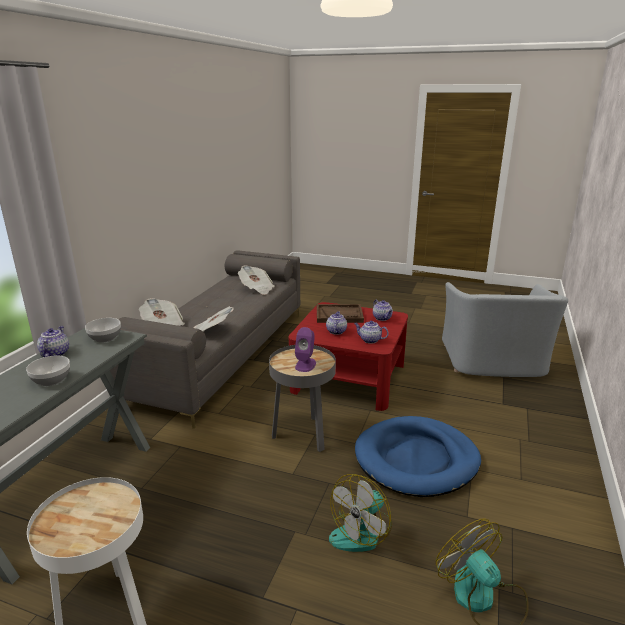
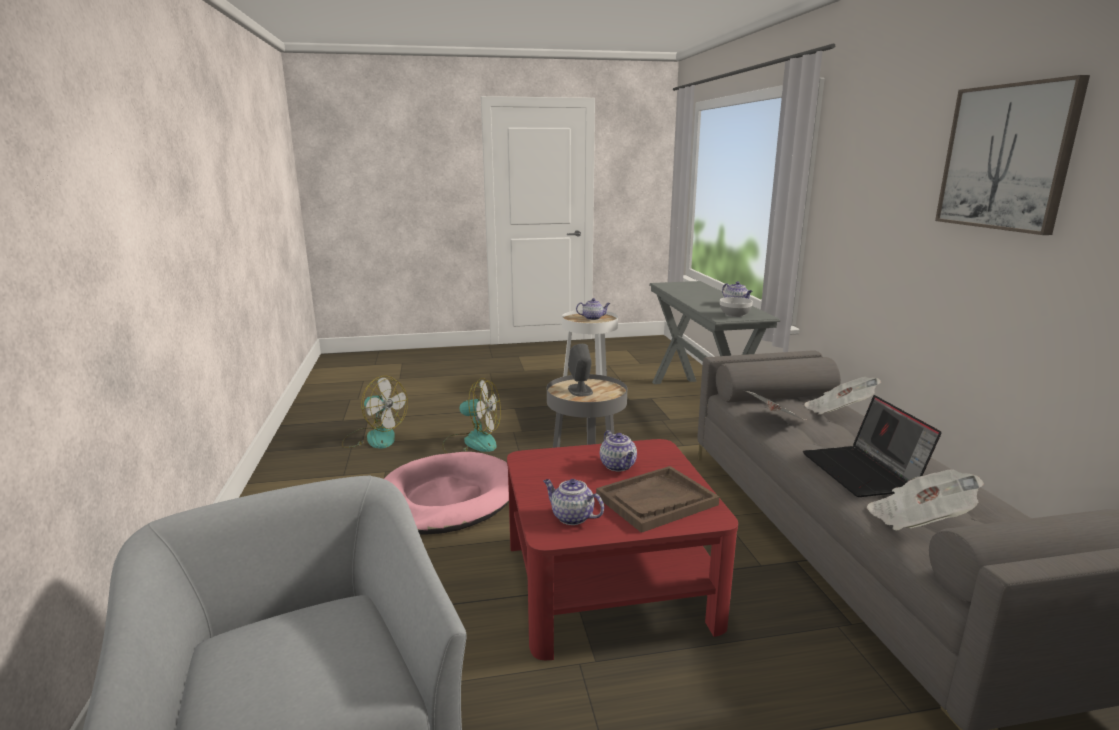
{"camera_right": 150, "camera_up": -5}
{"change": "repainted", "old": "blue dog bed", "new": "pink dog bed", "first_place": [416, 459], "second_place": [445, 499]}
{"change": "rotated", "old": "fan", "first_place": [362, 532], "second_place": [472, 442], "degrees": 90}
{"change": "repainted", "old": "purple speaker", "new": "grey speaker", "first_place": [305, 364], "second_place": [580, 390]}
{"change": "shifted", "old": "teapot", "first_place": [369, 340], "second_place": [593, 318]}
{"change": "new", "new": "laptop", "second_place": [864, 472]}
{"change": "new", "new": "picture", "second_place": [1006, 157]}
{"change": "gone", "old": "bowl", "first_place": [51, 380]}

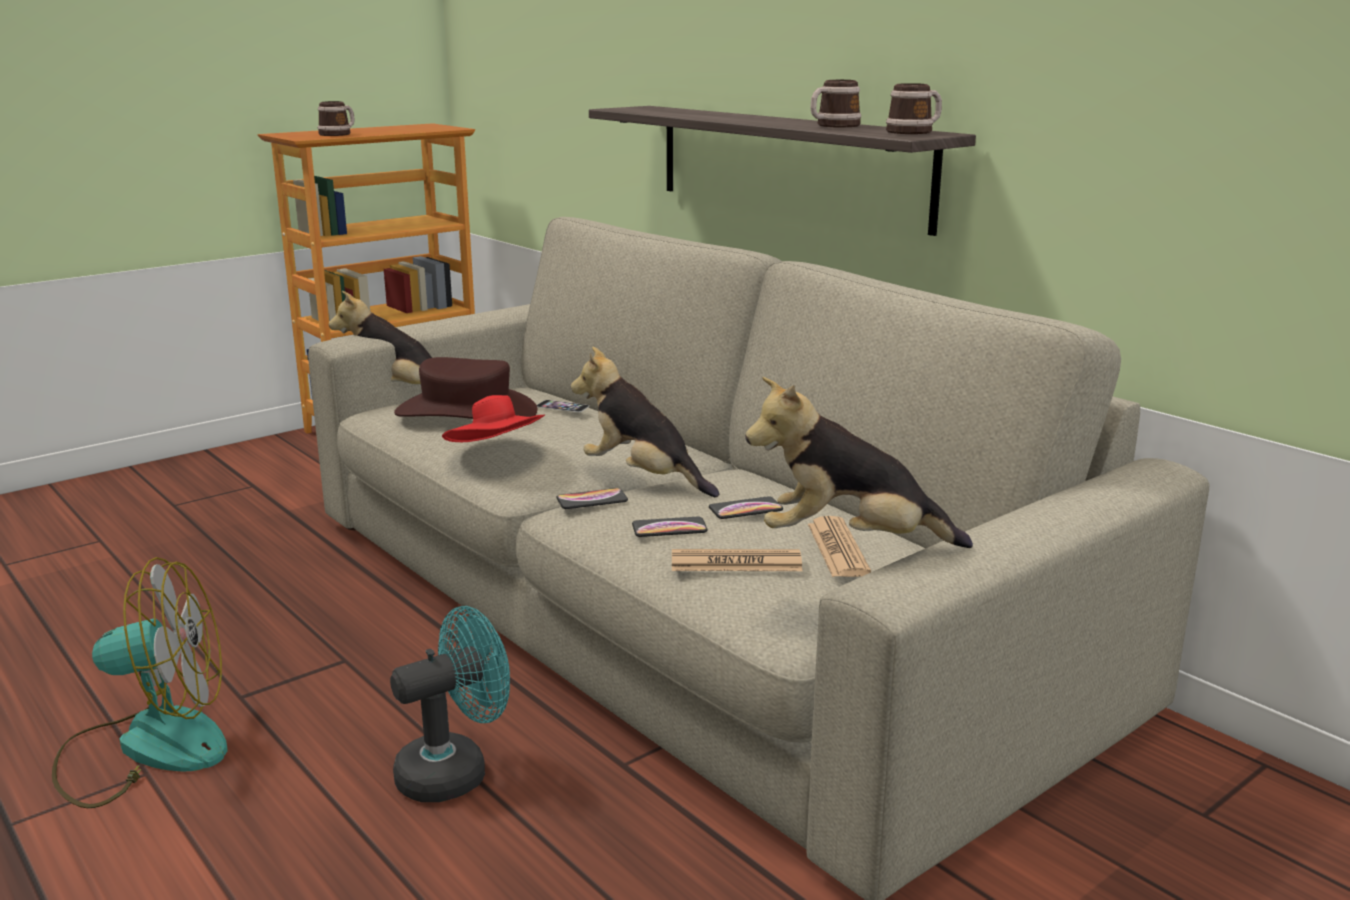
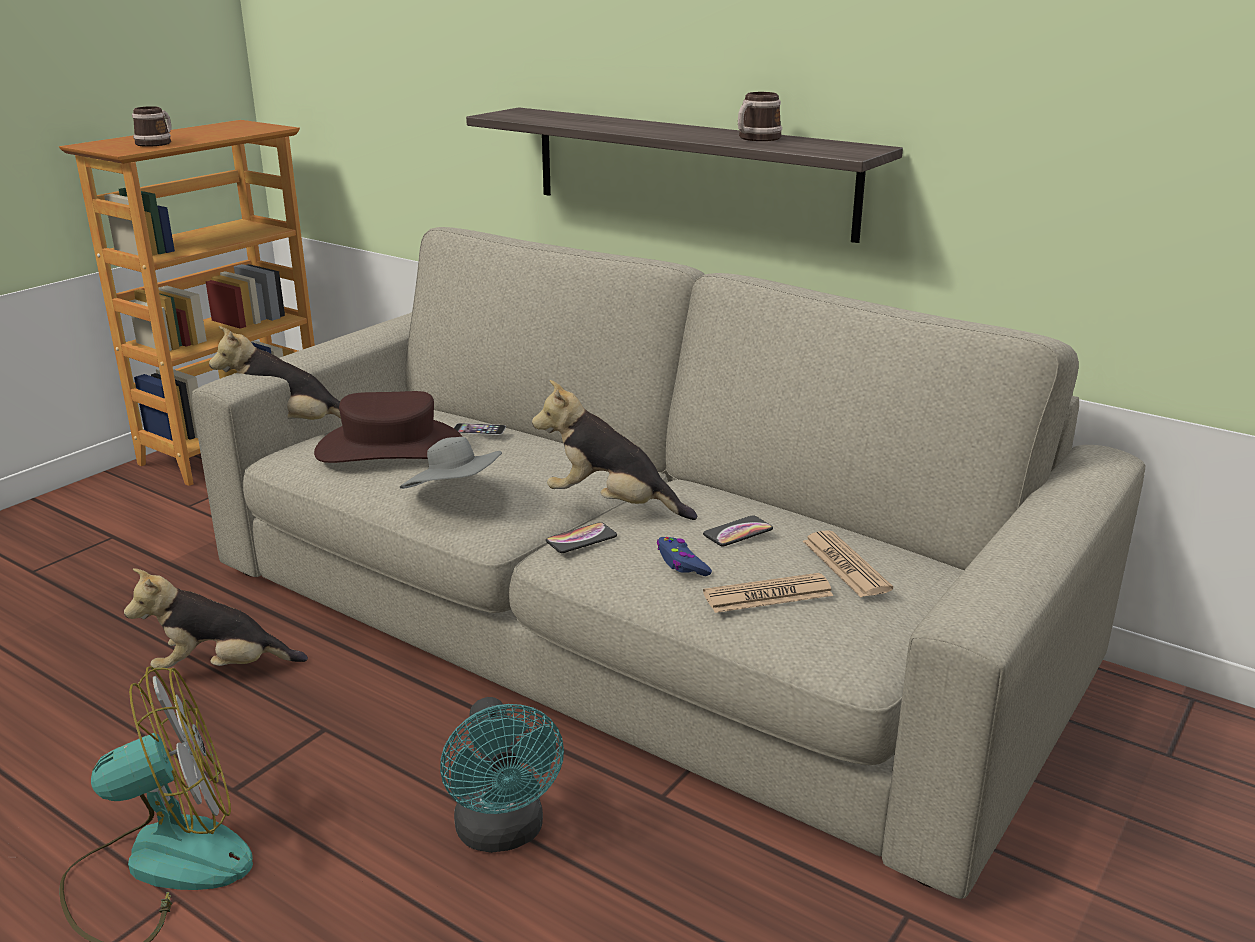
{"camera_right": -15, "camera_up": 5}
{"change": "shifted", "old": "plush toy", "first_place": [850, 543], "second_place": [220, 668]}
{"change": "repainted", "old": "red hat", "new": "grey hat", "first_place": [497, 453], "second_place": [455, 496]}
{"change": "rotated", "old": "turquoise fan", "first_place": [455, 771], "second_place": [503, 833], "degrees": 120}
{"change": "swapped", "old": "phone", "new": "blue game controller", "first_place": [669, 528], "second_place": [681, 564]}
{"change": "gone", "old": "mug", "first_place": [914, 132]}

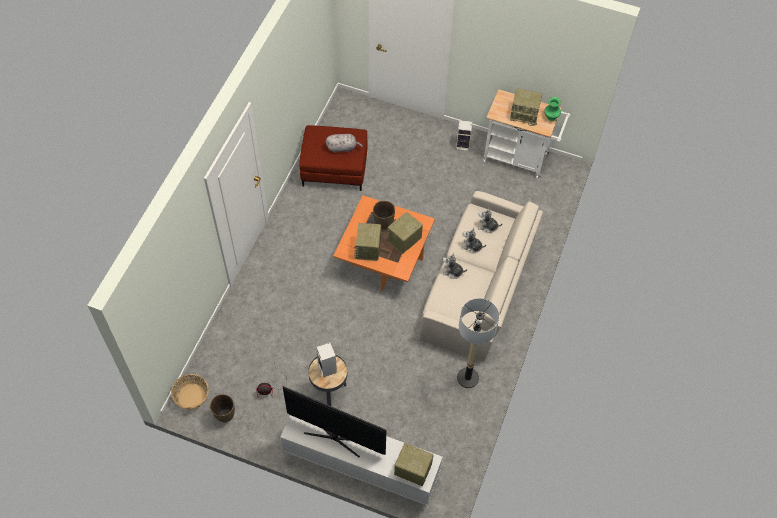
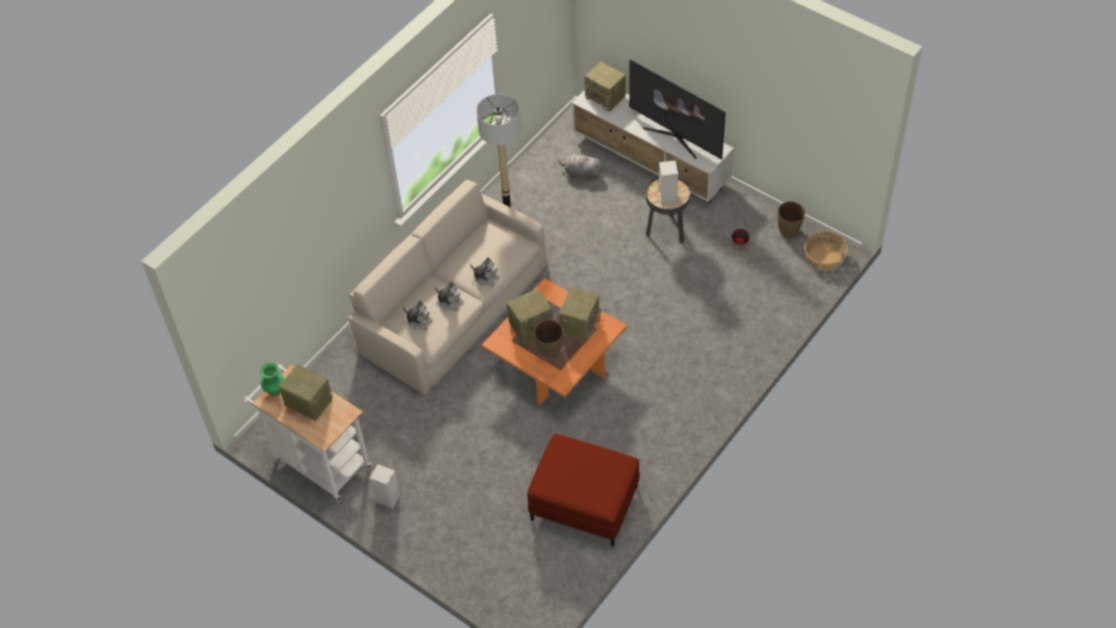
{"camera_right": -160, "camera_up": -5}
{"change": "shifted", "old": "grey plush toy", "first_place": [343, 147], "second_place": [581, 174]}

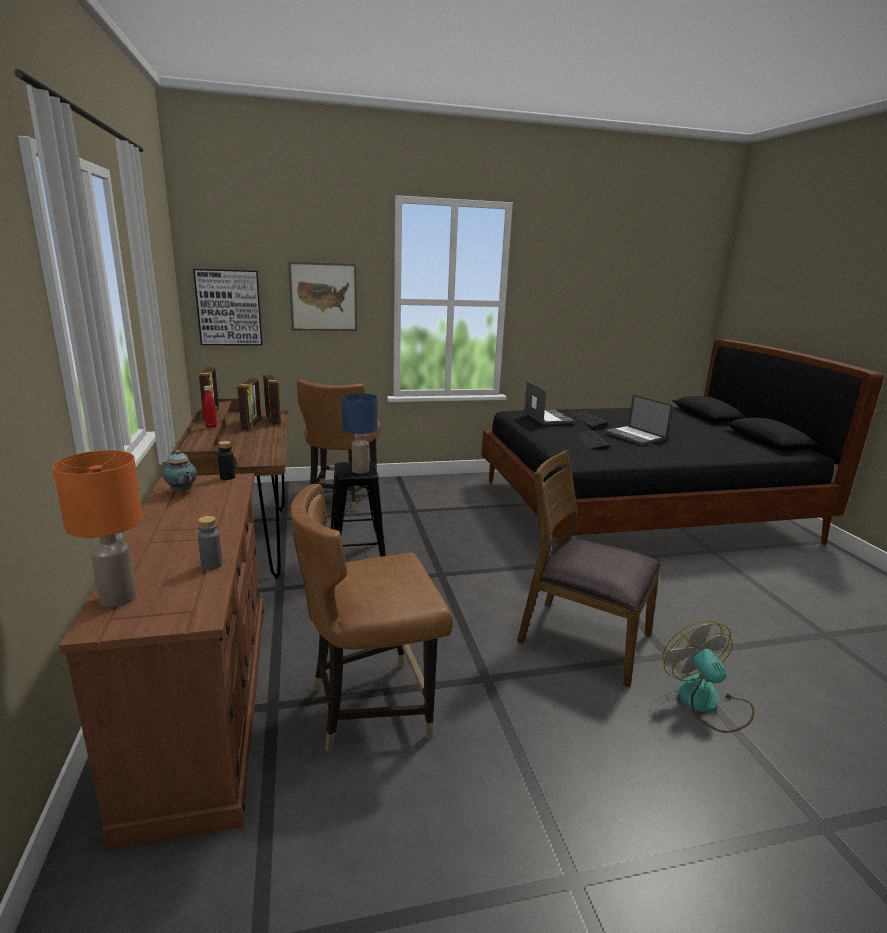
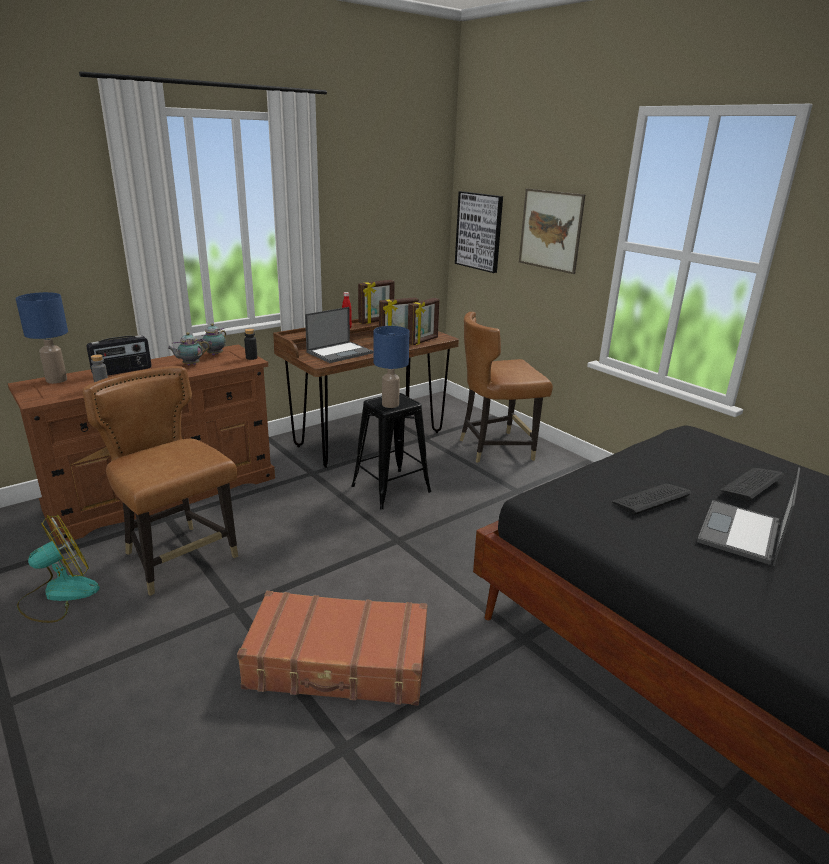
{"camera_right": 65, "camera_up": 5}
{"change": "repainted", "old": "orange table lamp", "new": "blue table lamp", "first_place": [119, 598], "second_place": [57, 380]}
{"change": "shifted", "old": "fan", "first_place": [706, 703], "second_place": [59, 595]}
{"change": "new", "new": "radio", "second_place": [122, 371]}
{"change": "new", "new": "teapot", "second_place": [190, 365]}
{"change": "swapped", "old": "brown chair", "new": "brown suitcase", "first_place": [583, 638], "second_place": [338, 663]}
{"change": "shifted", "old": "laptop", "first_place": [548, 417], "second_place": [340, 352]}

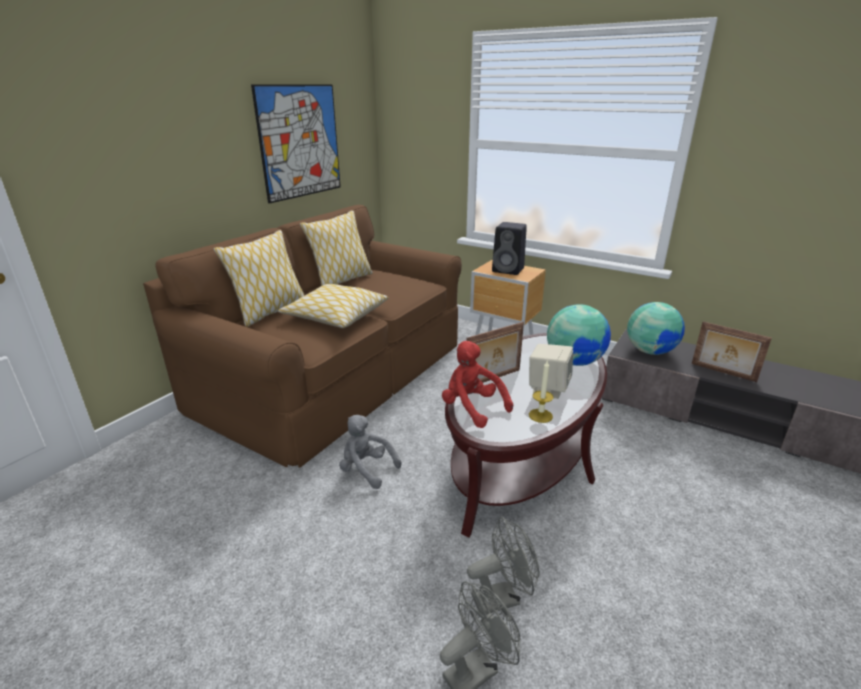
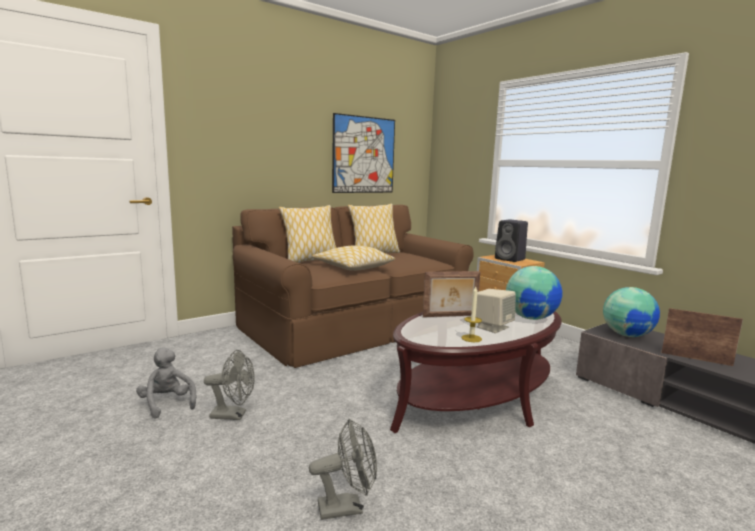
{"camera_right": 20, "camera_up": -15}
{"change": "shifted", "old": "grey plush toy", "first_place": [366, 469], "second_place": [167, 404]}
{"change": "shifted", "old": "grey fan", "first_place": [502, 597], "second_place": [234, 415]}
{"change": "rotated", "old": "picture frame", "first_place": [722, 372], "second_place": [696, 358], "degrees": 150}
{"change": "gone", "old": "red plush toy", "first_place": [472, 408]}

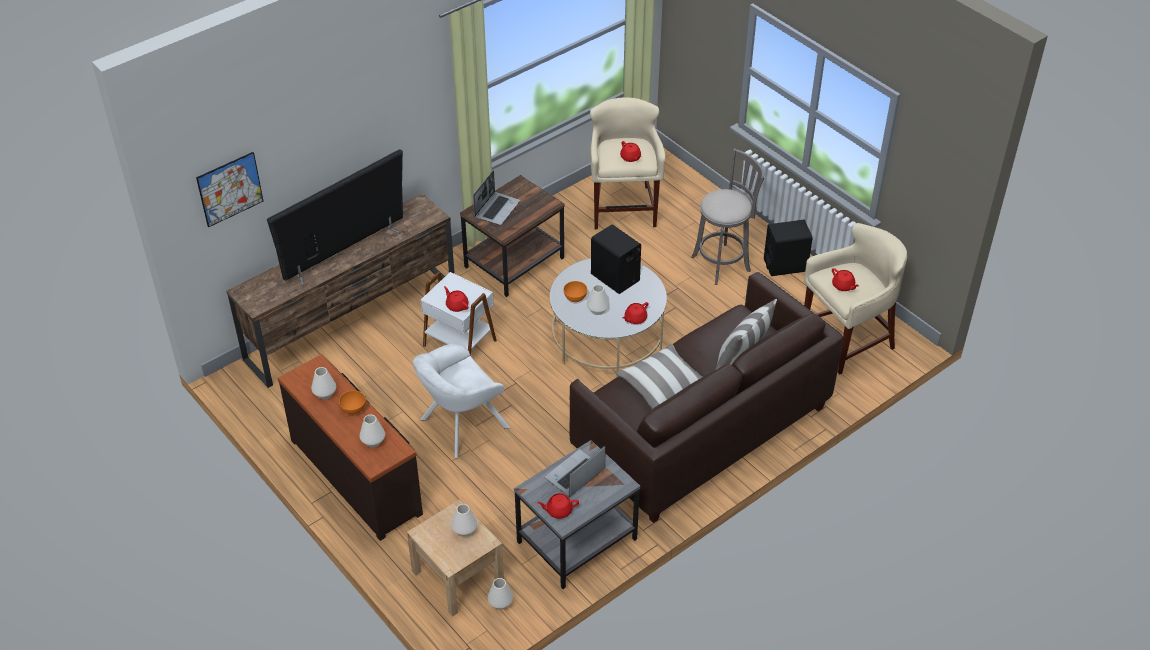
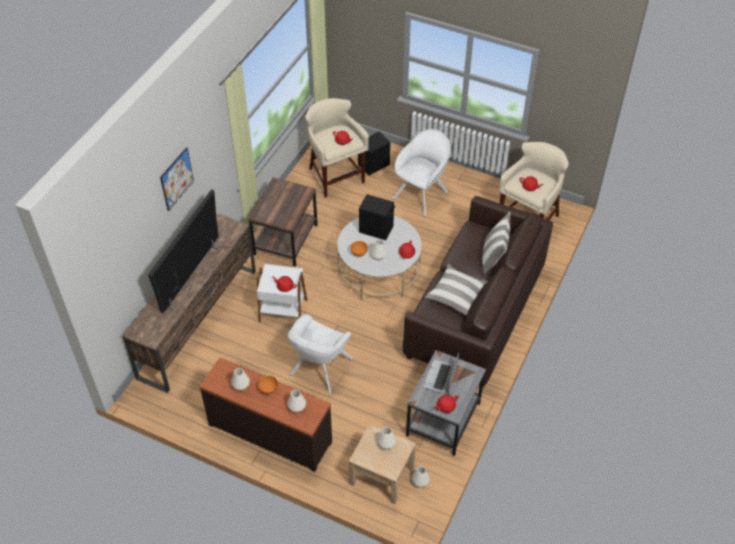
{"camera_right": -25, "camera_up": 5}
{"change": "shifted", "old": "picture", "first_place": [230, 189], "second_place": [177, 179]}
{"change": "shifted", "old": "black speaker", "first_place": [785, 265], "second_place": [374, 165]}
{"change": "swapped", "old": "grey stool", "new": "white armchair", "first_place": [723, 263], "second_place": [422, 193]}
{"change": "gone", "old": "laptop", "first_place": [497, 209]}

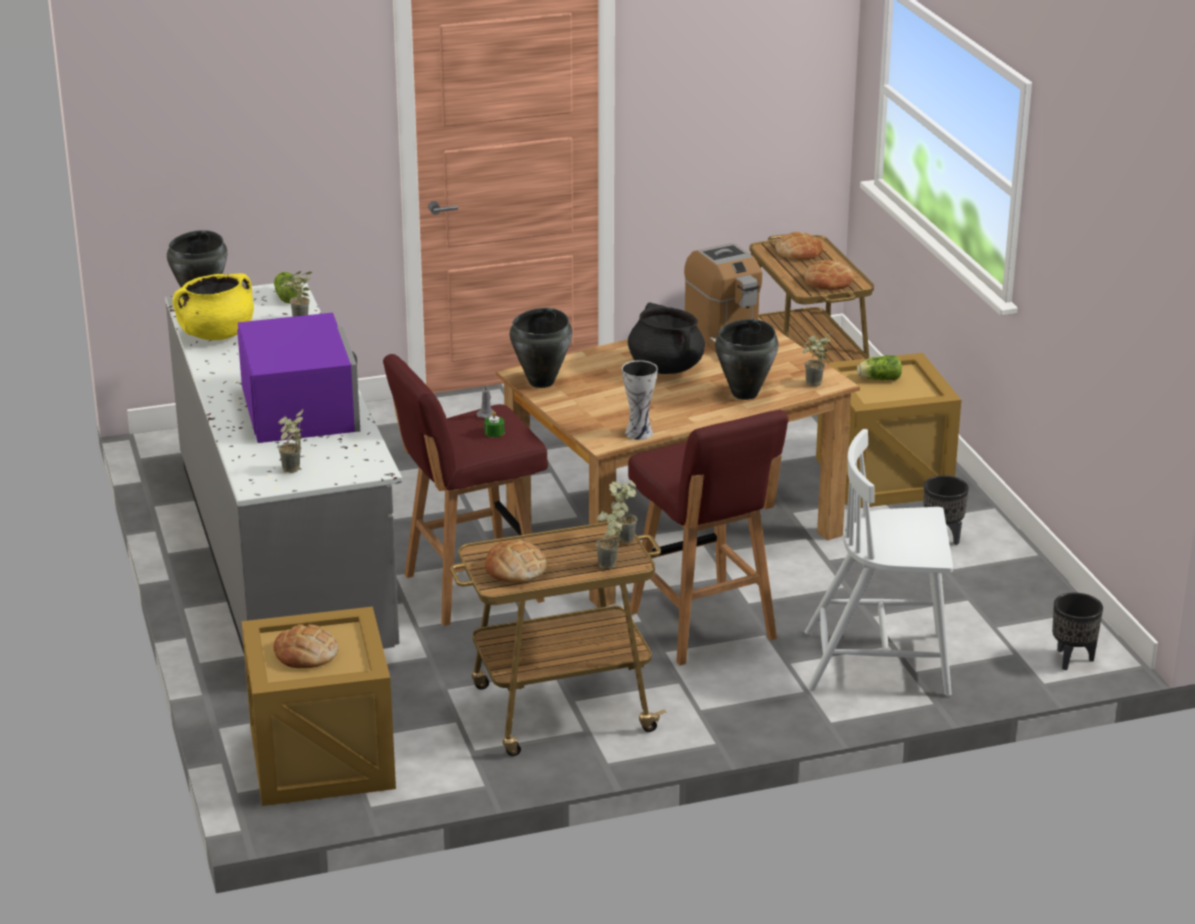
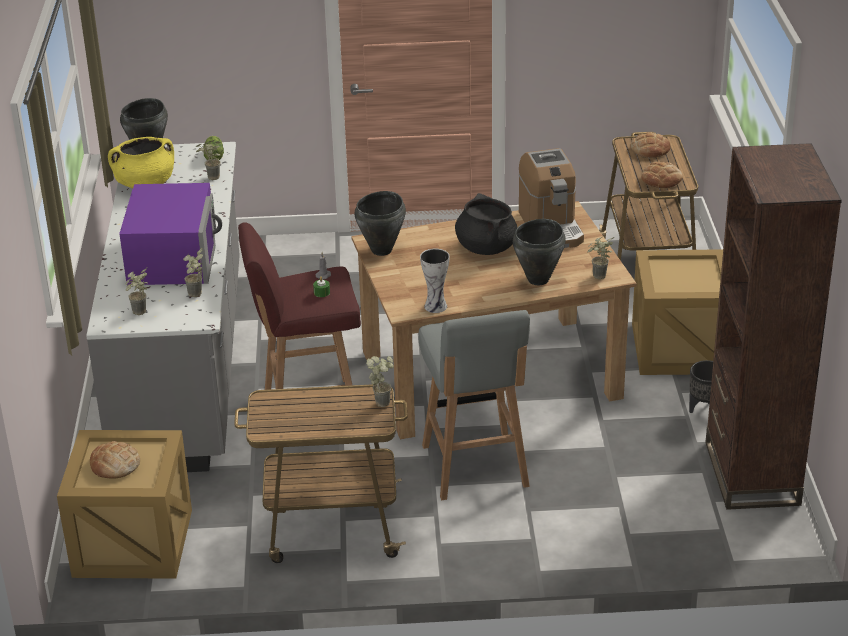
{"camera_right": 15, "camera_up": 5}
{"change": "shifted", "old": "potted plant", "first_place": [611, 567], "second_place": [196, 296]}
{"change": "repainted", "old": "red stool", "new": "grey stool", "first_place": [703, 627], "second_place": [475, 468]}
{"change": "new", "new": "brown bookcase", "second_place": [751, 473]}
{"change": "gone", "old": "bread", "first_place": [515, 568]}
{"change": "gone", "old": "white chair", "first_place": [880, 662]}
{"change": "gone", "old": "lettuce", "first_place": [878, 379]}
{"change": "gone", "old": "black planter", "first_place": [1072, 660]}

